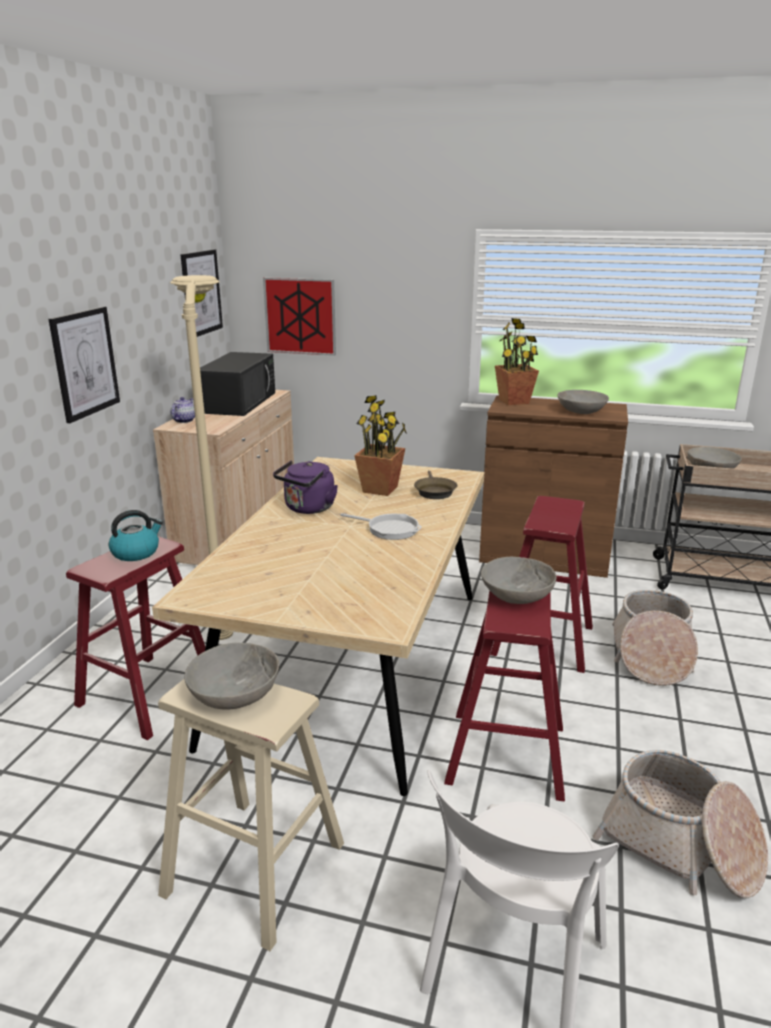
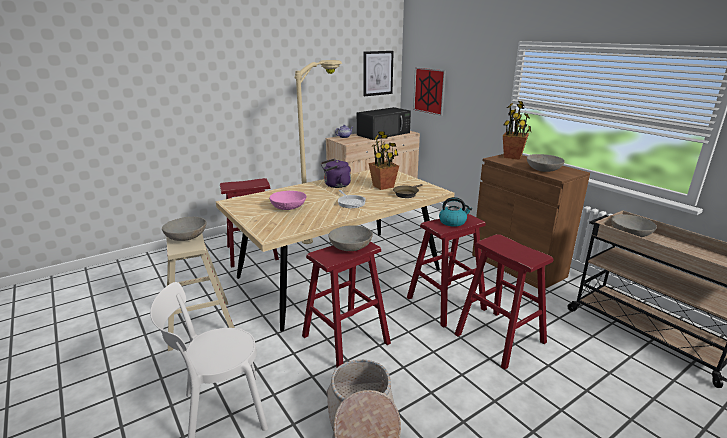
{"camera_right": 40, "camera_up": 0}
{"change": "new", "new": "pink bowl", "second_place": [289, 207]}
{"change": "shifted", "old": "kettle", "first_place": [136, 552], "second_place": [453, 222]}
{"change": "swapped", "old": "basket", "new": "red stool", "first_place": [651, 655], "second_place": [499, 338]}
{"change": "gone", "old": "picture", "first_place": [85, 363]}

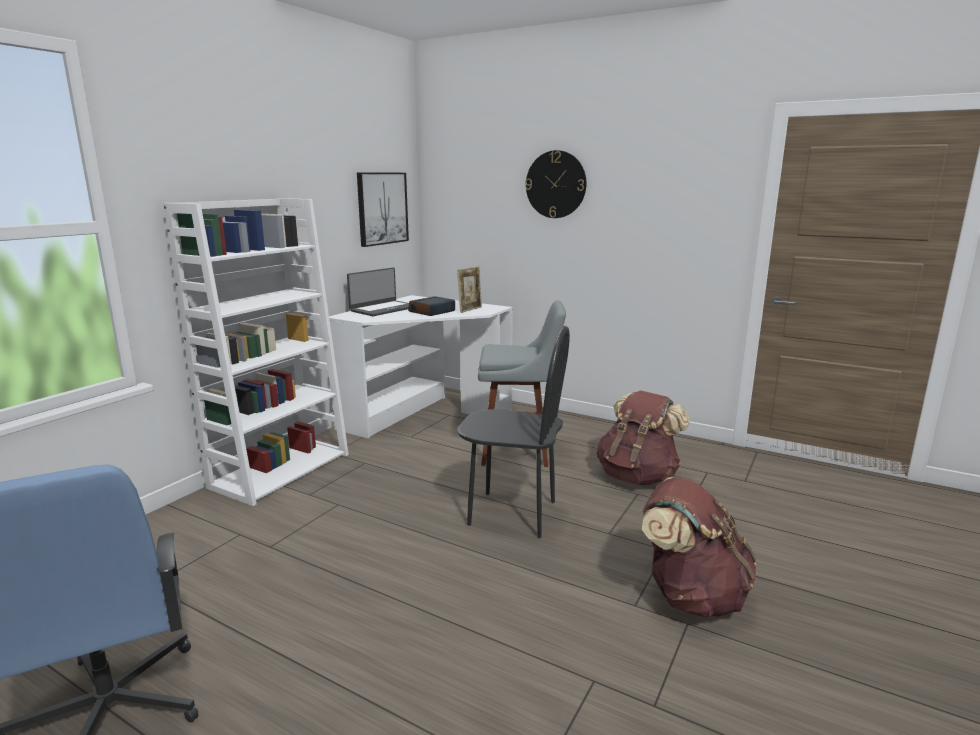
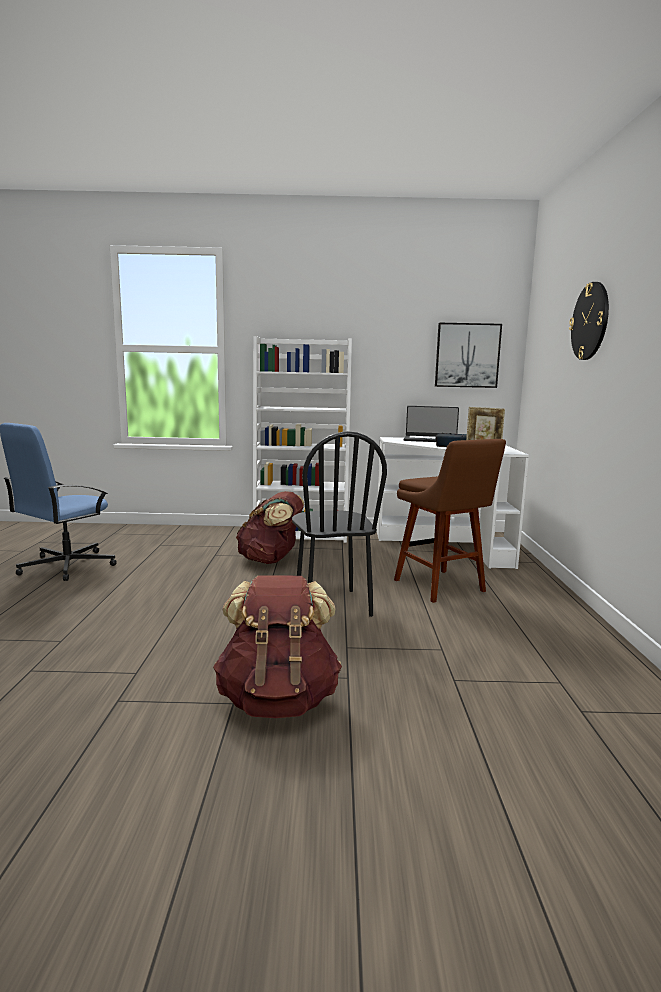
{"camera_right": 60, "camera_up": -5}
{"change": "shifted", "old": "brown backpack", "first_place": [637, 476], "second_place": [271, 560]}
{"change": "repainted", "old": "grey stool", "new": "brown stool", "first_place": [519, 452], "second_place": [442, 587]}

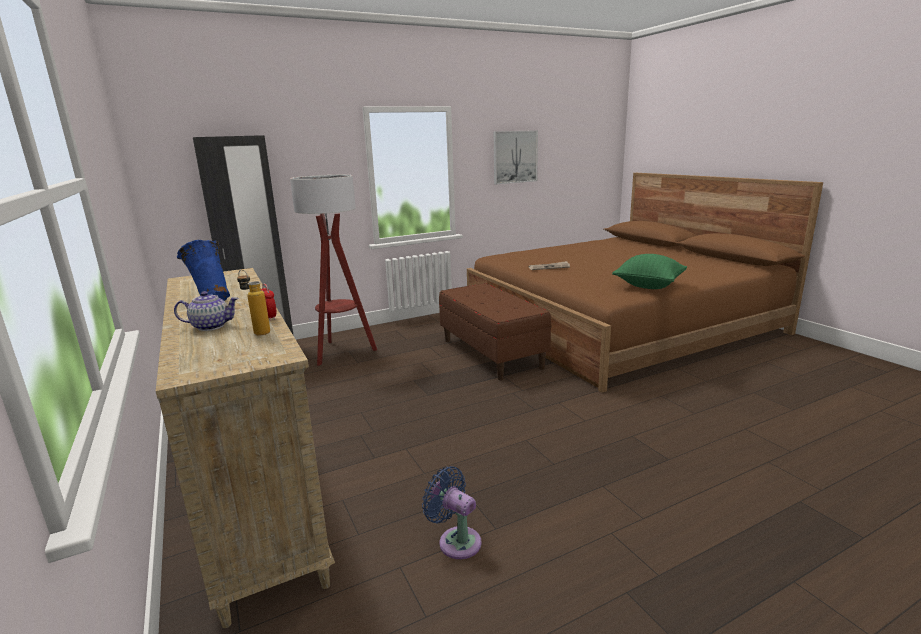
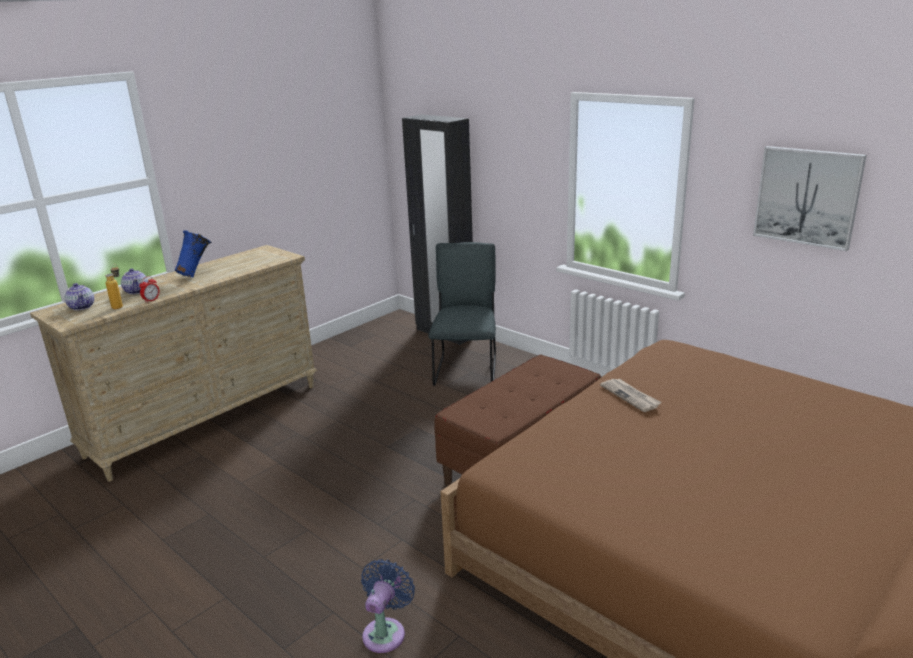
{"camera_right": 70, "camera_up": 5}
{"change": "new", "new": "teapot", "second_place": [82, 307]}
{"change": "shifted", "old": "blue fan", "first_place": [456, 540], "second_place": [386, 631]}
{"change": "swapped", "old": "floor lamp", "new": "grey chair", "first_place": [341, 352], "second_place": [466, 369]}
{"change": "gone", "old": "green pillow", "first_place": [648, 286]}

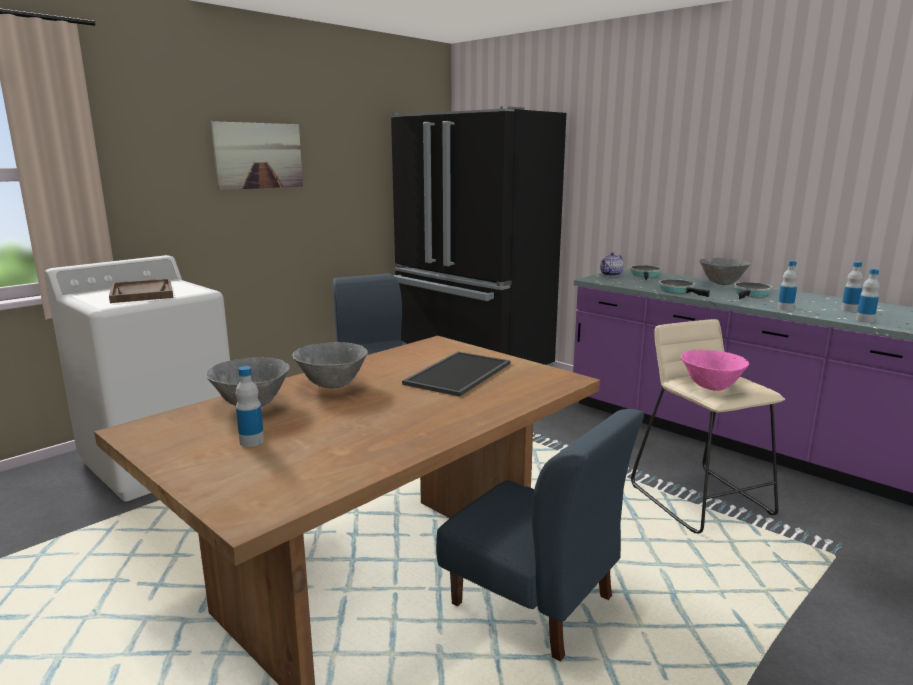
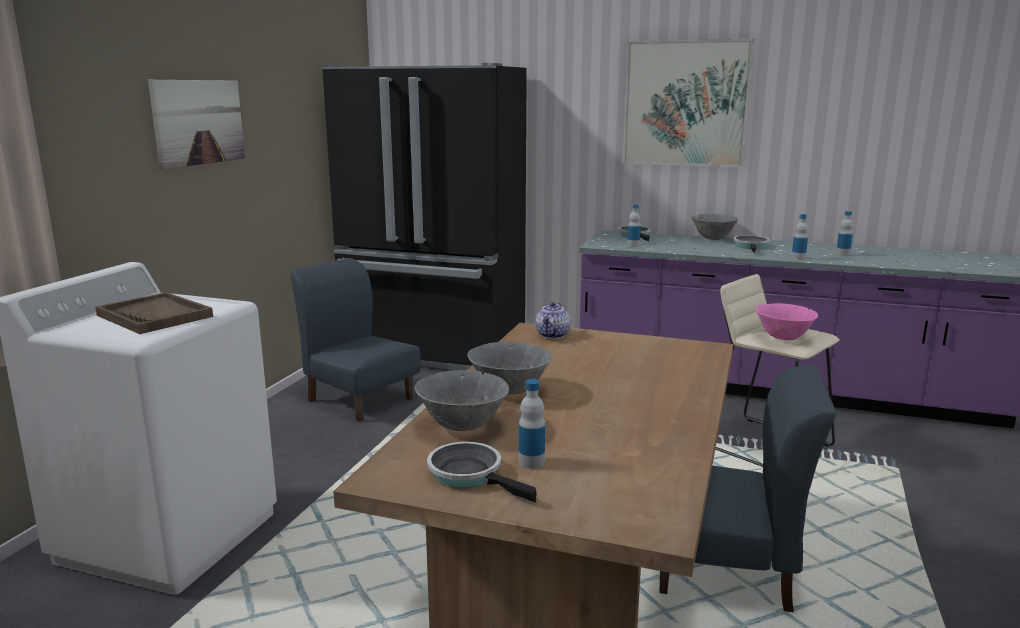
{"camera_right": -25, "camera_up": 0}
{"change": "shifted", "old": "frying pan", "first_place": [678, 291], "second_place": [470, 475]}
{"change": "shifted", "old": "teapot", "first_place": [611, 275], "second_place": [553, 335]}
{"change": "new", "new": "picture", "second_place": [685, 103]}
{"change": "shifted", "old": "bottle", "first_place": [865, 320], "second_place": [633, 245]}
{"change": "gone", "old": "tray", "first_place": [459, 374]}

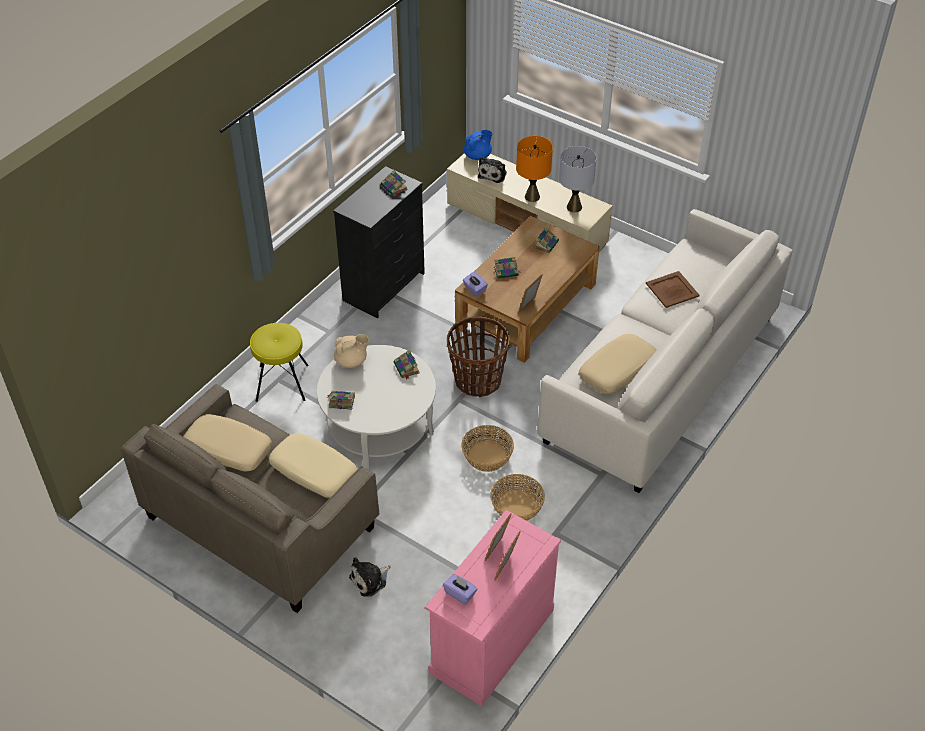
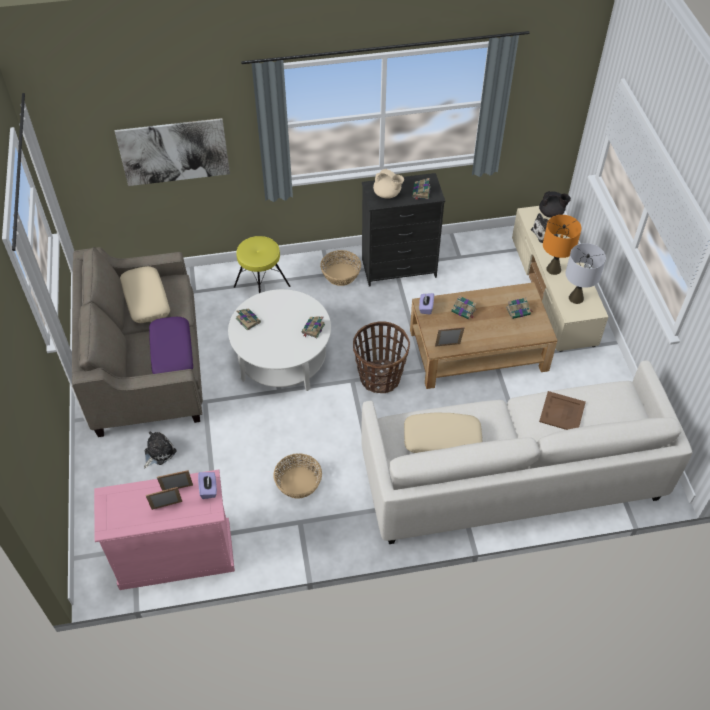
{"camera_right": 45, "camera_up": 5}
{"change": "new", "new": "picture", "second_place": [174, 152]}
{"change": "rotated", "old": "plush toy", "first_place": [370, 580], "second_place": [158, 452], "degrees": 120}
{"change": "repainted", "old": "beige pillow", "new": "purple pillow", "first_place": [313, 472], "second_place": [171, 352]}
{"change": "shifted", "old": "purple tissue box", "first_place": [460, 594], "second_place": [208, 489]}
{"change": "shifted", "old": "basket", "first_place": [487, 457], "second_place": [340, 275]}
{"change": "shifted", "old": "beige teapot", "first_place": [351, 361], "second_place": [387, 194]}
{"change": "repainted", "old": "blue teapot", "new": "black teapot", "first_place": [478, 156], "second_place": [551, 213]}

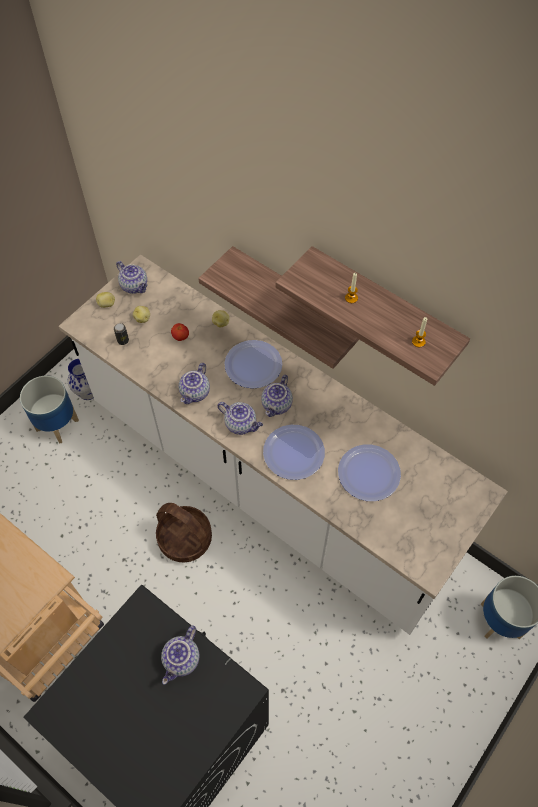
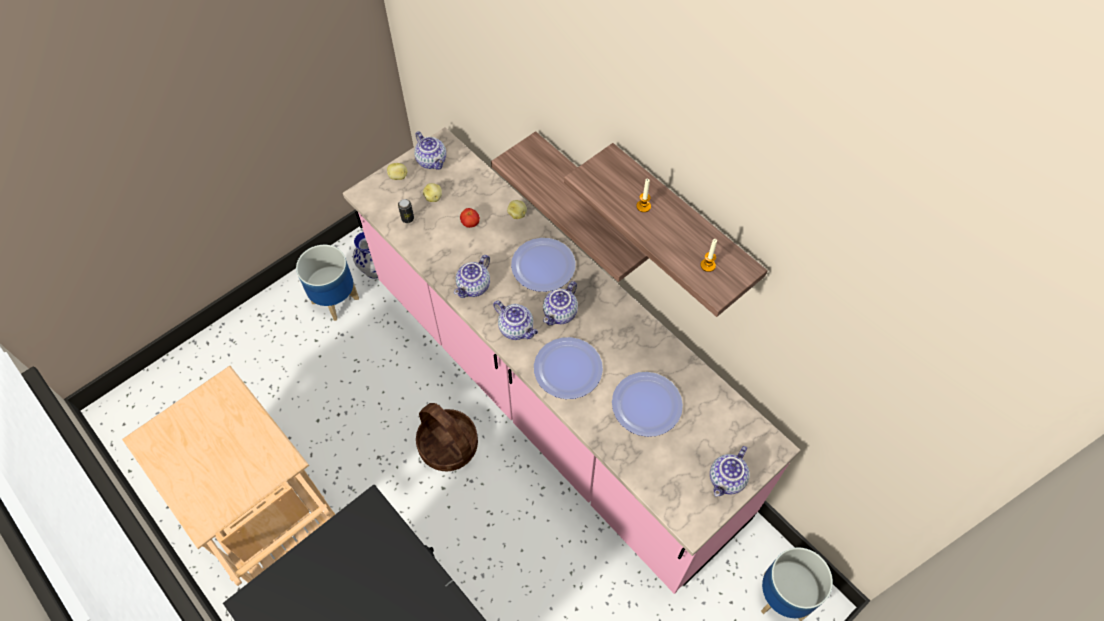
{"camera_right": 10, "camera_up": 0}
{"change": "repainted", "old": "white counter", "new": "pink counter", "first_place": [268, 481], "second_place": [552, 398]}
{"change": "shifted", "old": "teapot", "first_place": [182, 660], "second_place": [727, 480]}

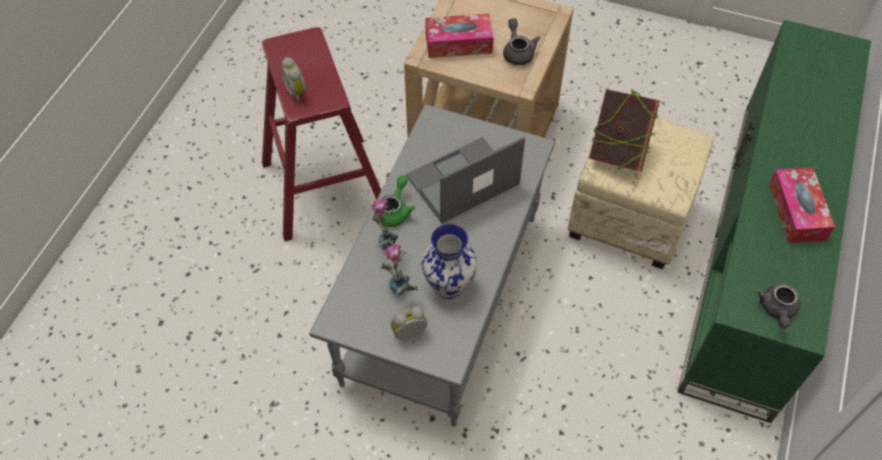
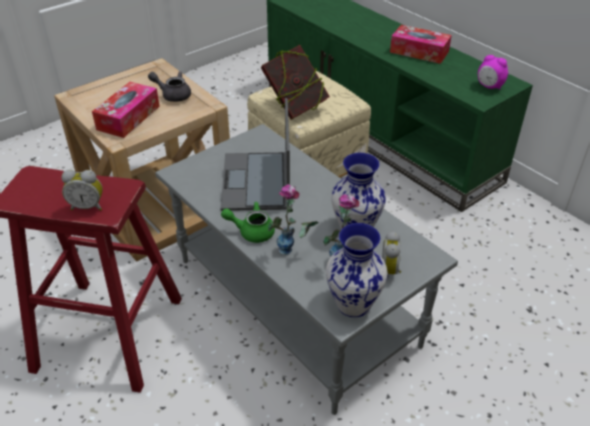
{"camera_right": -60, "camera_up": -15}
{"change": "rotated", "old": "green teapot", "first_place": [394, 211], "second_place": [251, 231], "degrees": -45}
{"change": "new", "new": "vase", "second_place": [353, 303]}
{"change": "swapped", "old": "grey teapot", "new": "alarm clock", "first_place": [777, 310], "second_place": [489, 87]}

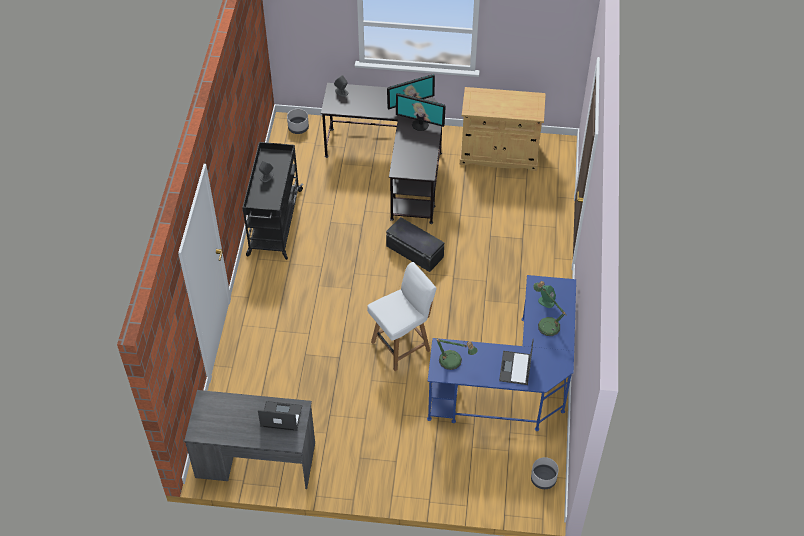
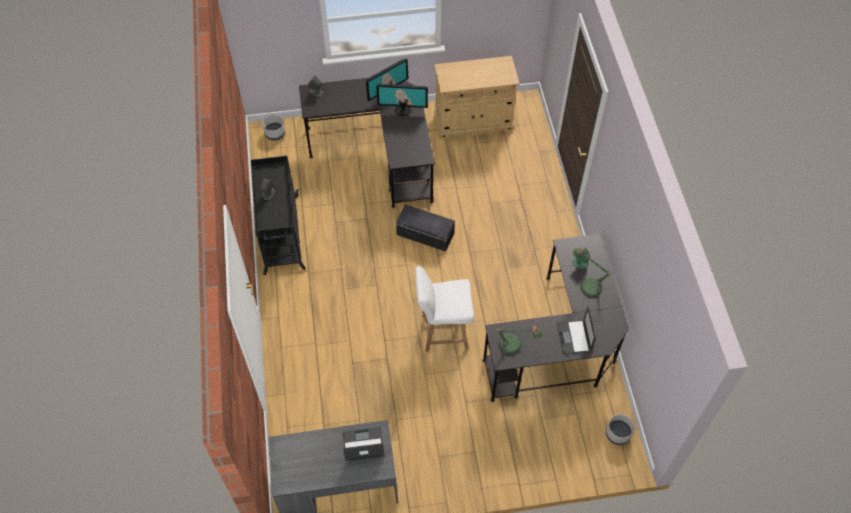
{"camera_right": -15, "camera_up": 5}
{"change": "rotated", "old": "white chair", "first_place": [402, 345], "second_place": [443, 331], "degrees": -135}
{"change": "repainted", "old": "blue desk", "new": "black desk", "first_place": [513, 383], "second_place": [559, 345]}

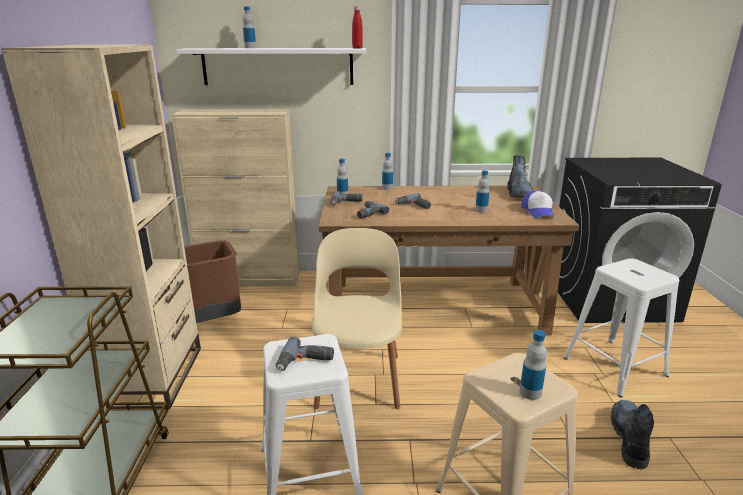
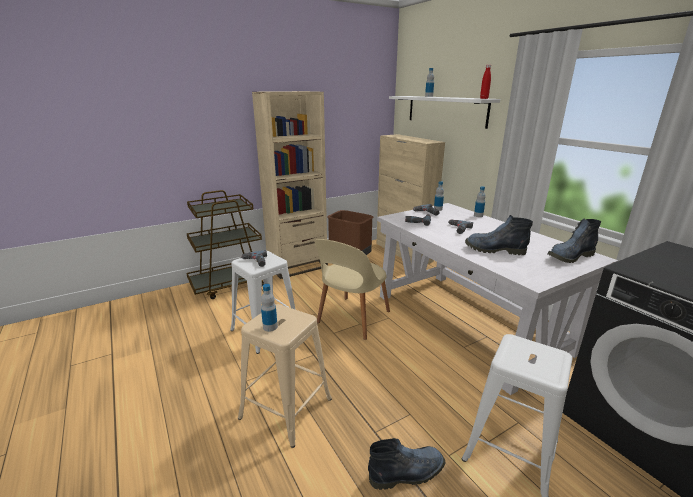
{"camera_right": 60, "camera_up": 0}
{"change": "rotated", "old": "beige chair", "first_place": [358, 377], "second_place": [352, 318], "degrees": 150}
{"change": "repainted", "old": "brown desk", "new": "white desk", "first_place": [434, 306], "second_place": [468, 322]}
{"change": "swapped", "old": "bottle", "new": "boot", "first_place": [481, 210], "second_place": [493, 250]}
{"change": "gone", "old": "cap", "first_place": [538, 212]}

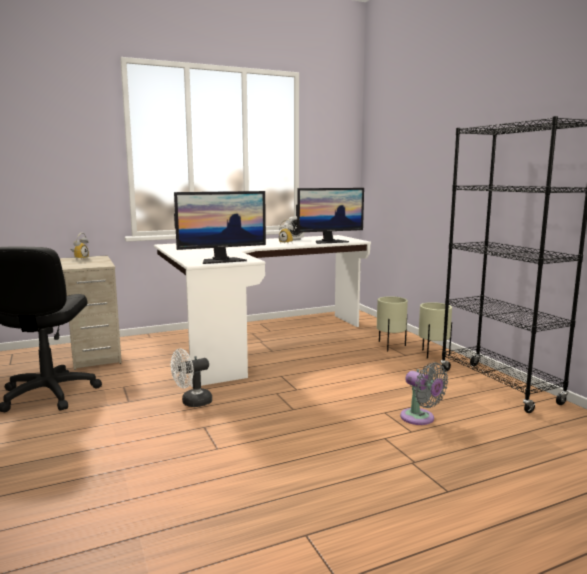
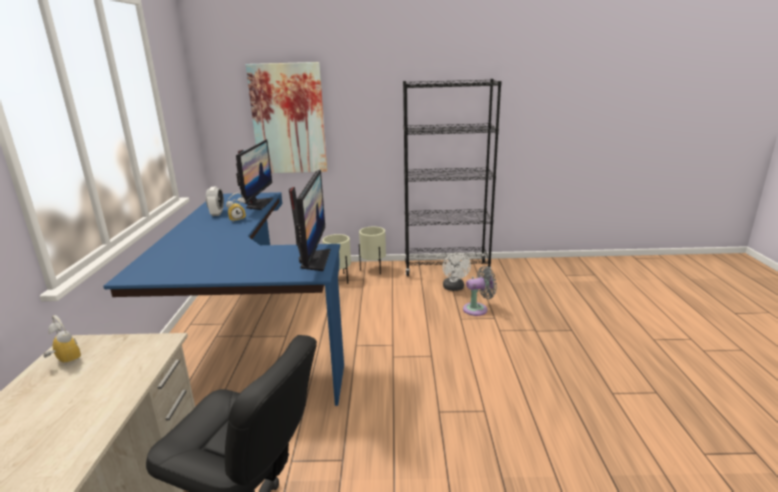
{"camera_right": -65, "camera_up": 10}
{"change": "repainted", "old": "white desk", "new": "blue desk", "first_place": [256, 341], "second_place": [245, 338]}
{"change": "new", "new": "picture", "second_place": [288, 119]}
{"change": "shifted", "old": "white fan", "first_place": [192, 402], "second_place": [454, 288]}

